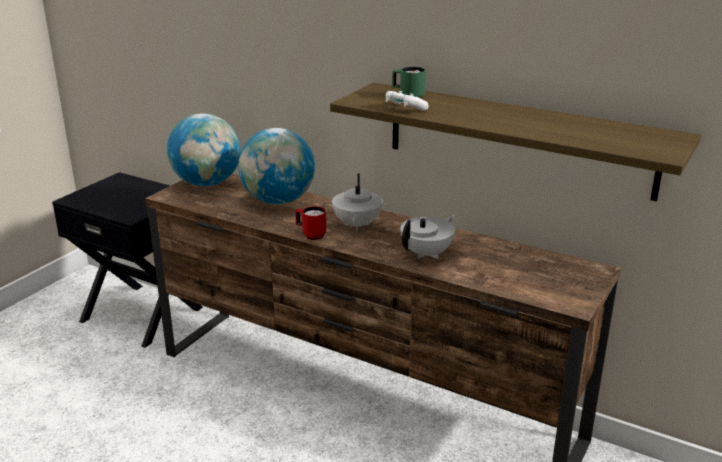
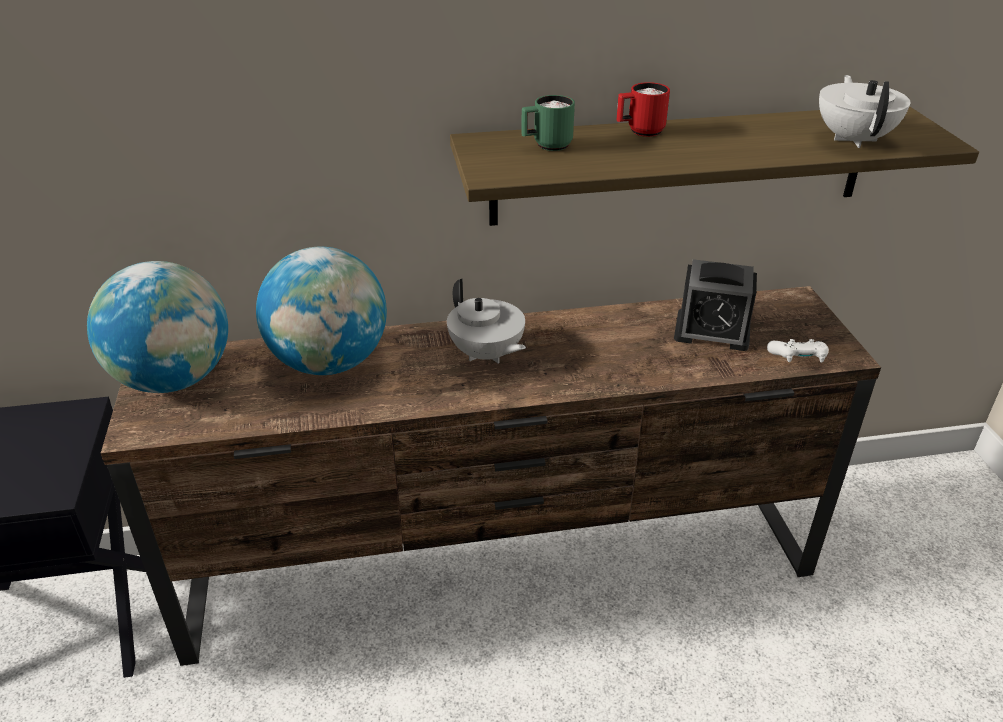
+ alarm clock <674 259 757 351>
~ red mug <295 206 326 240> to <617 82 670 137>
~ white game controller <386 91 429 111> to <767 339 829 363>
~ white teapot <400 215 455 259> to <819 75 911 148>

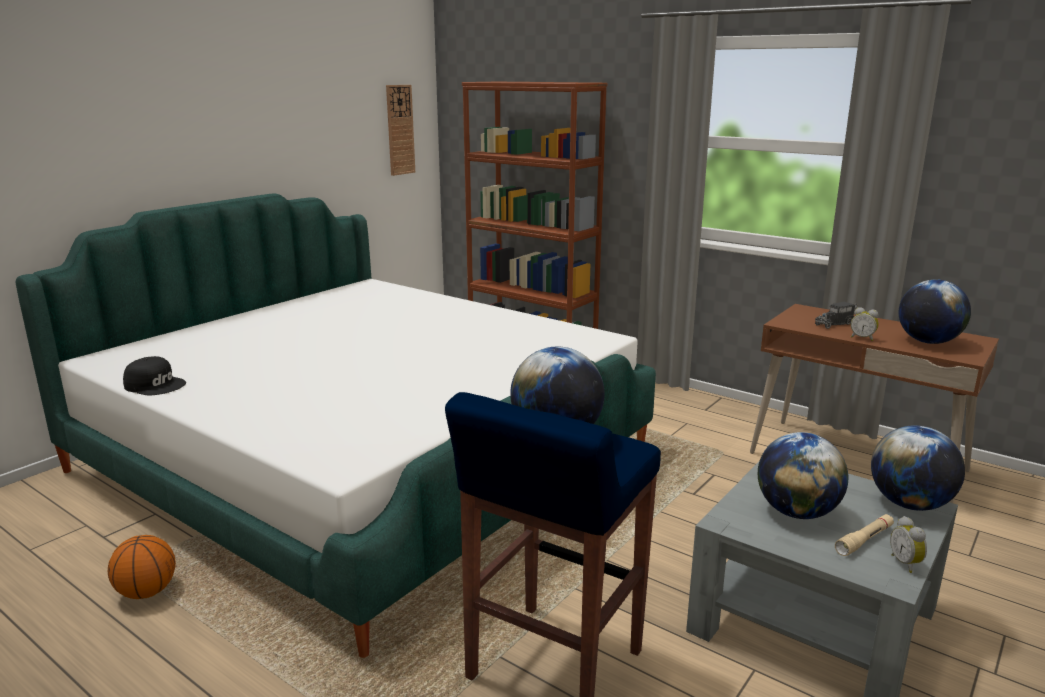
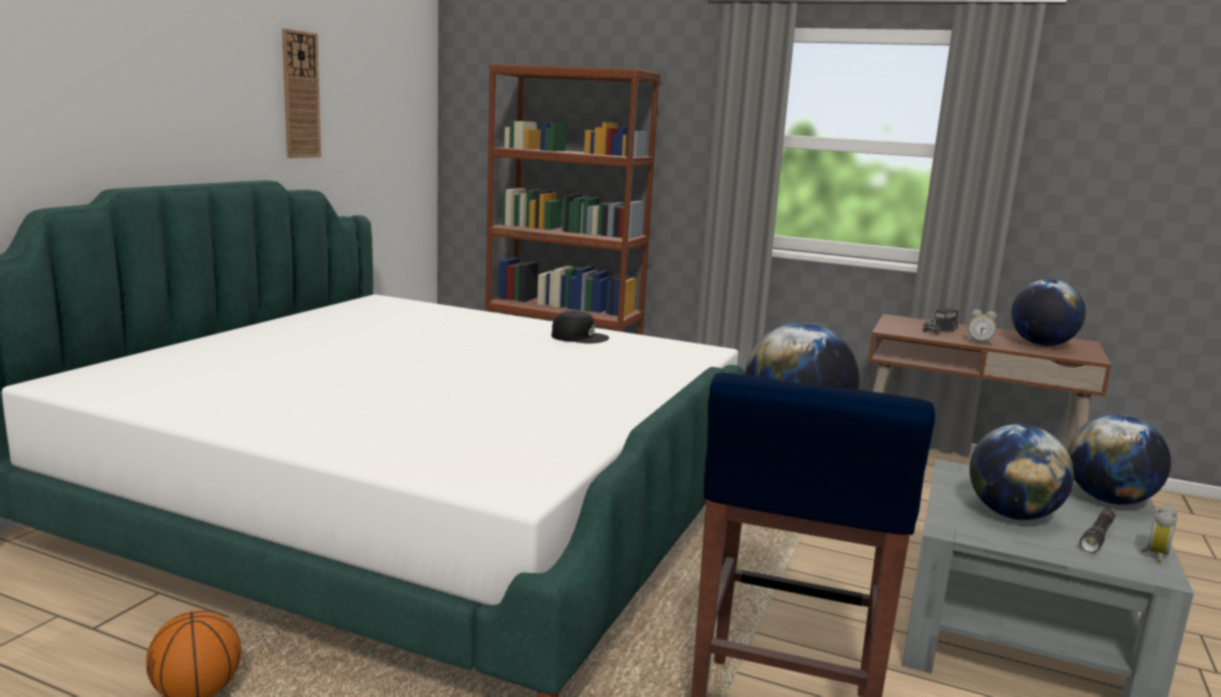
~ black cap <123 356 186 395> to <551 311 609 344>
~ wall clock <386 85 415 176> to <282 28 321 158>
~ beige flashlight <835 514 894 556> to black flashlight <1080 509 1116 553>
~ alarm clock <890 516 927 573> = <1141 505 1177 563> 120 degrees counterclockwise

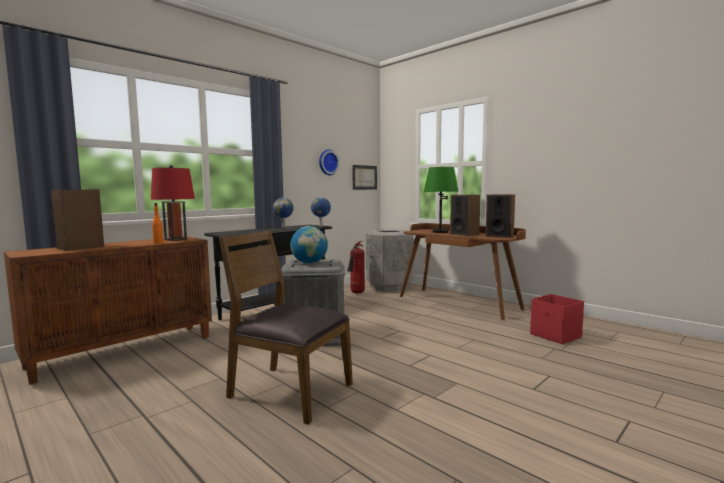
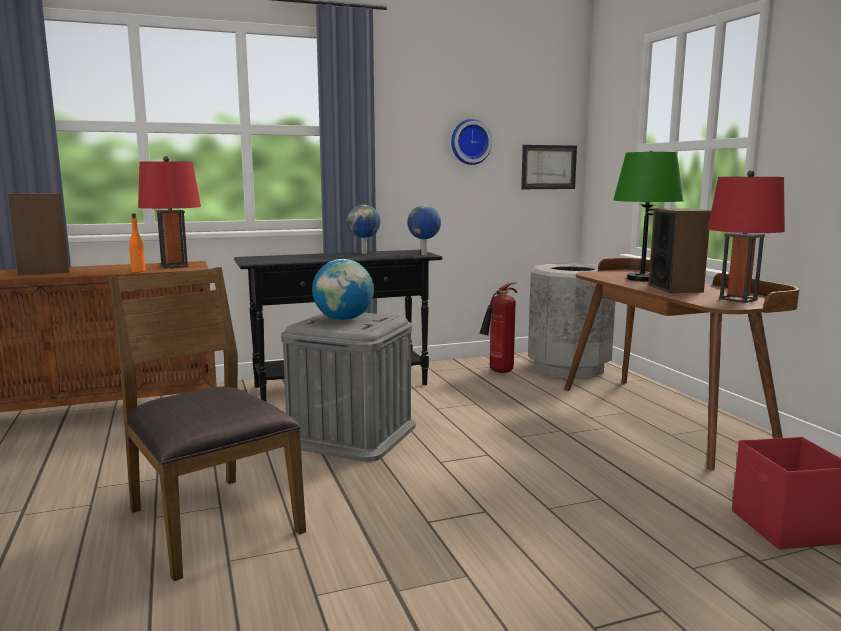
~ speaker <485 194 515 238> to red table lamp <708 170 785 303>

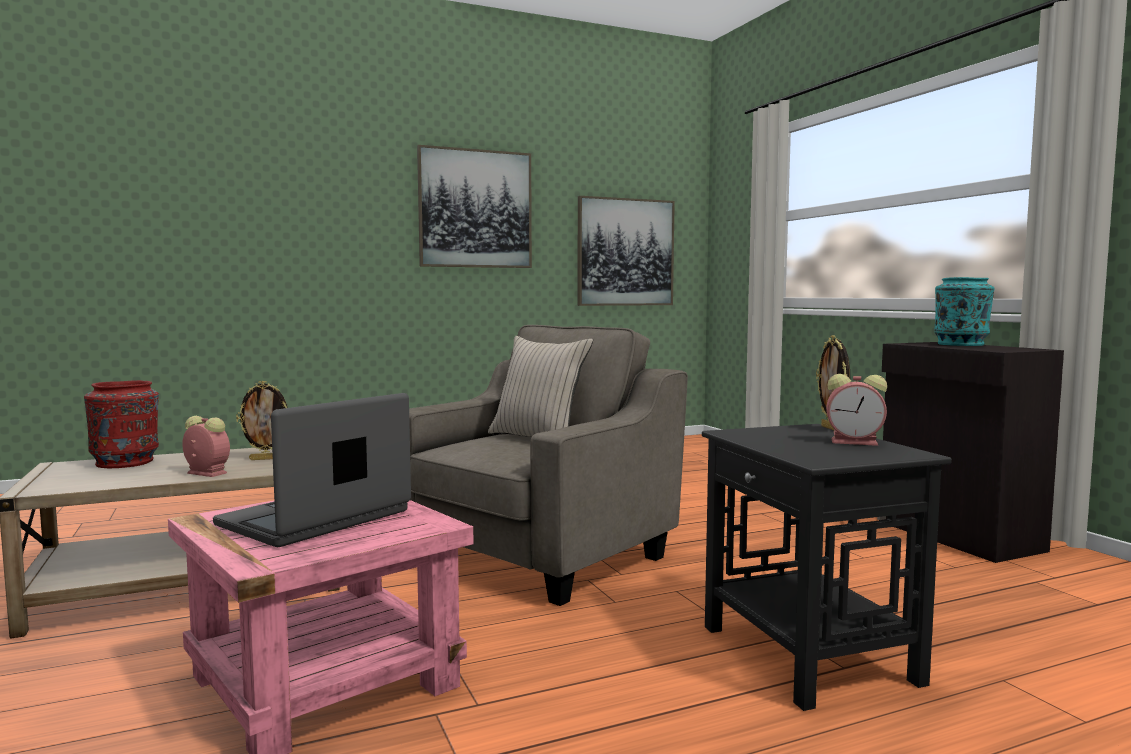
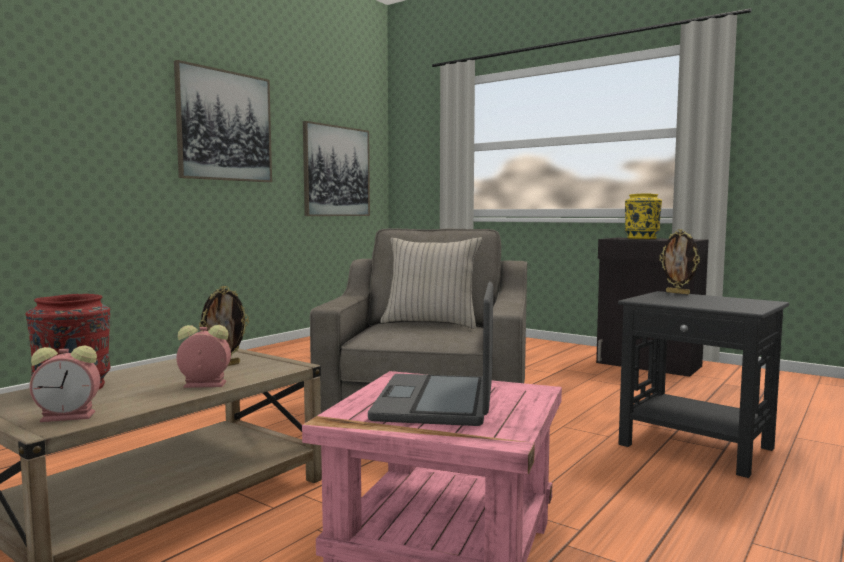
~ alarm clock <826 374 887 446> to <30 346 100 422>
~ turquoise vase <934 277 994 346> to yellow vase <625 194 662 239>

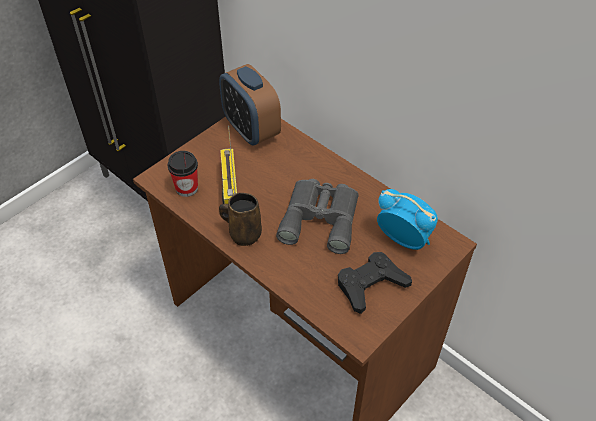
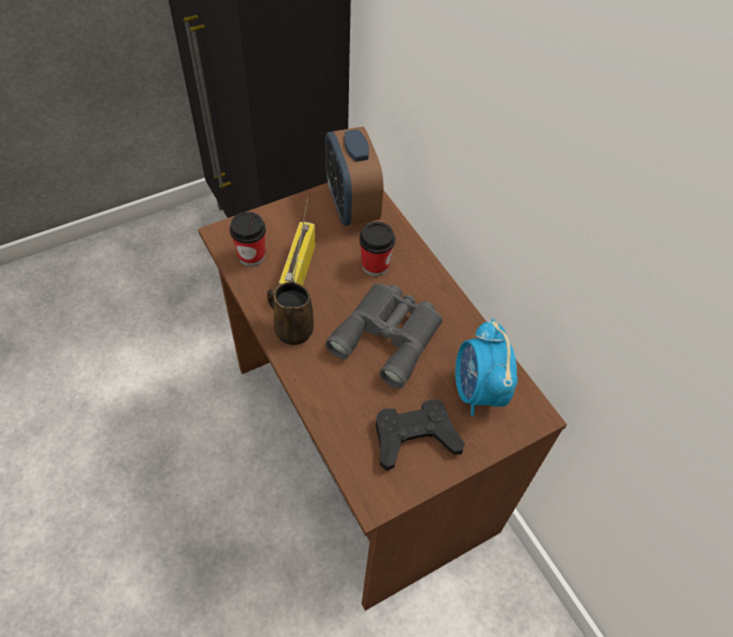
+ cup <359 222 395 276>
~ alarm clock <377 189 438 250> = <455 319 517 416> 150 degrees counterclockwise

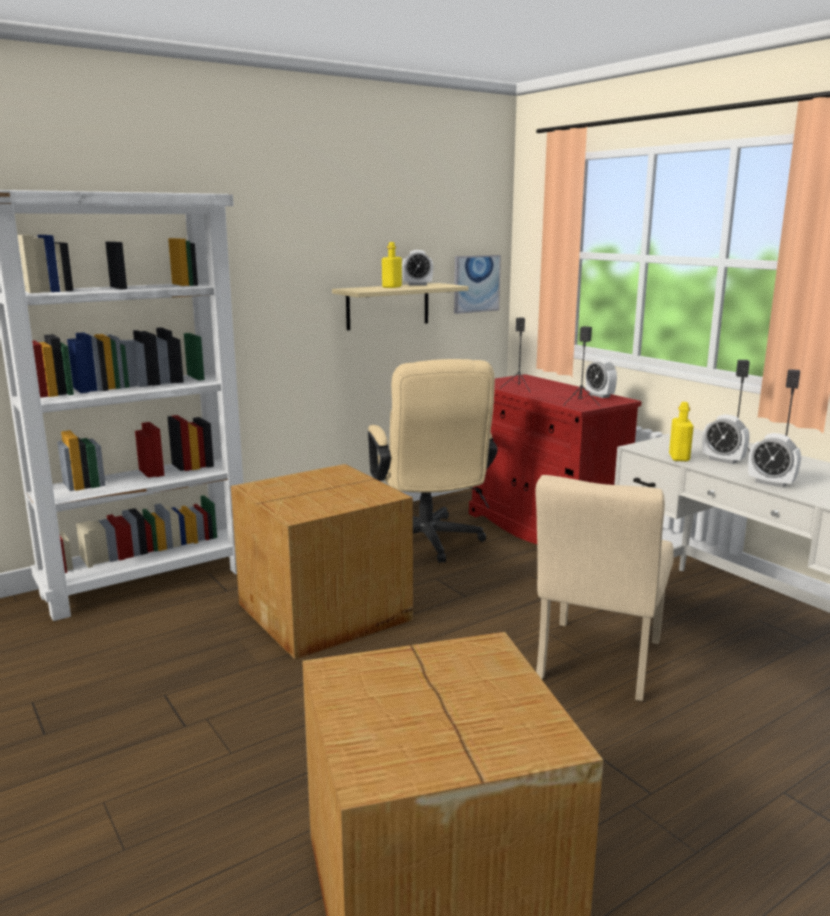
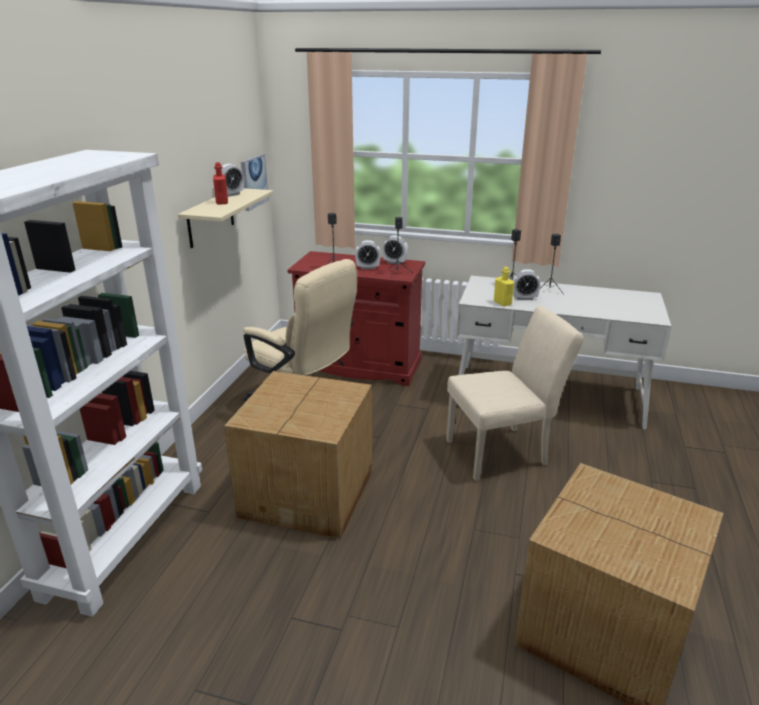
~ alarm clock <748 433 801 488> to <355 240 380 269>
~ yellow bottle <382 242 402 288> to red bottle <213 162 228 205>
~ beige chair <535 475 674 701> = <446 306 584 481> 90 degrees counterclockwise

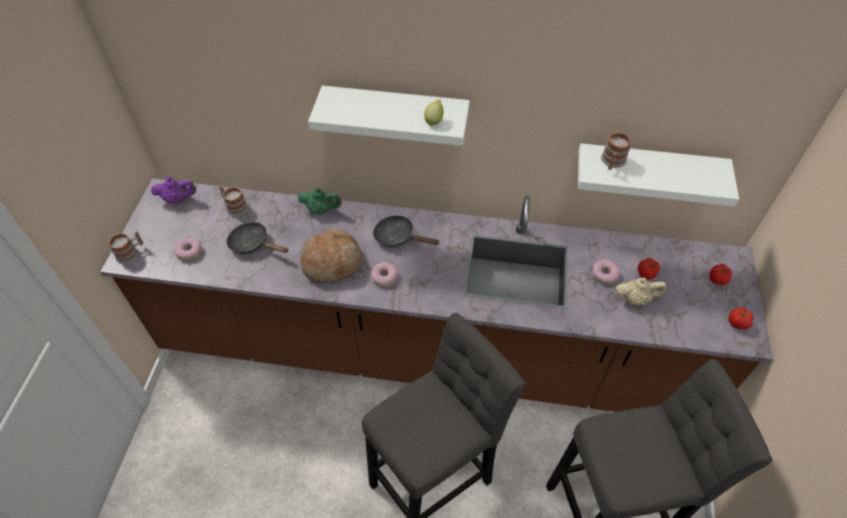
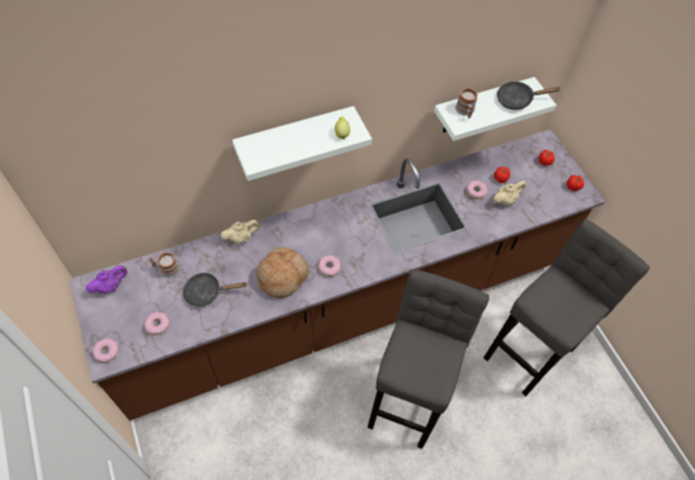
~ black frying pan <373 215 440 247> to <497 81 560 110>
~ mug <108 231 143 264> to donut <93 338 119 363>
~ green teapot <298 187 342 215> to beige teapot <221 220 260 244>

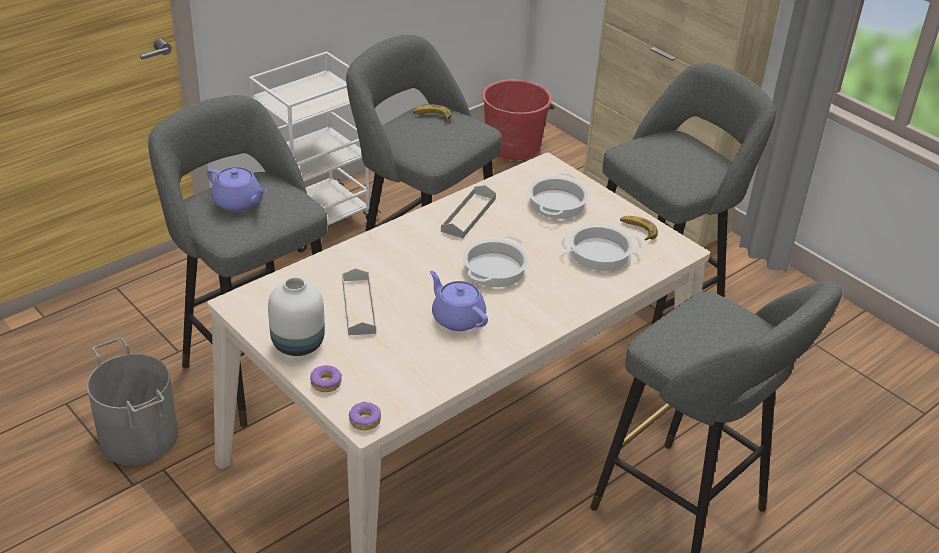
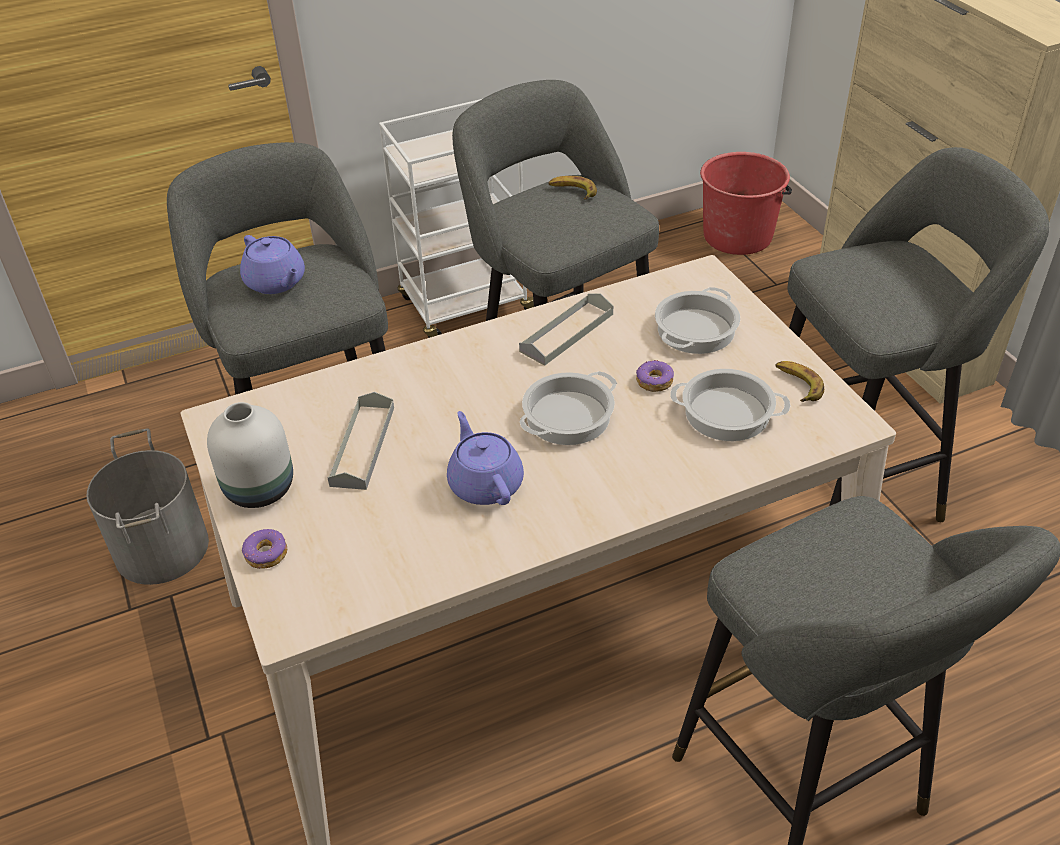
~ donut <349 401 381 430> to <636 360 674 392>

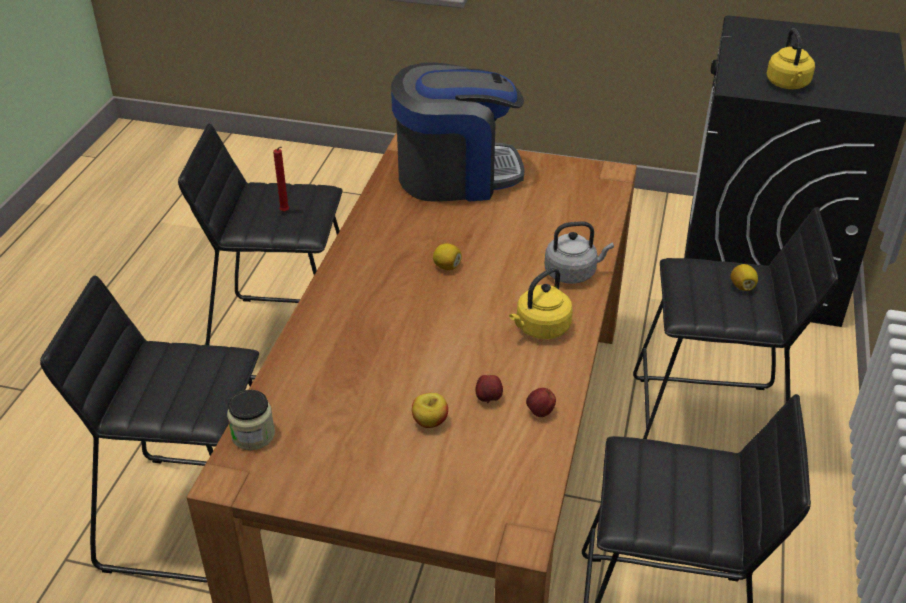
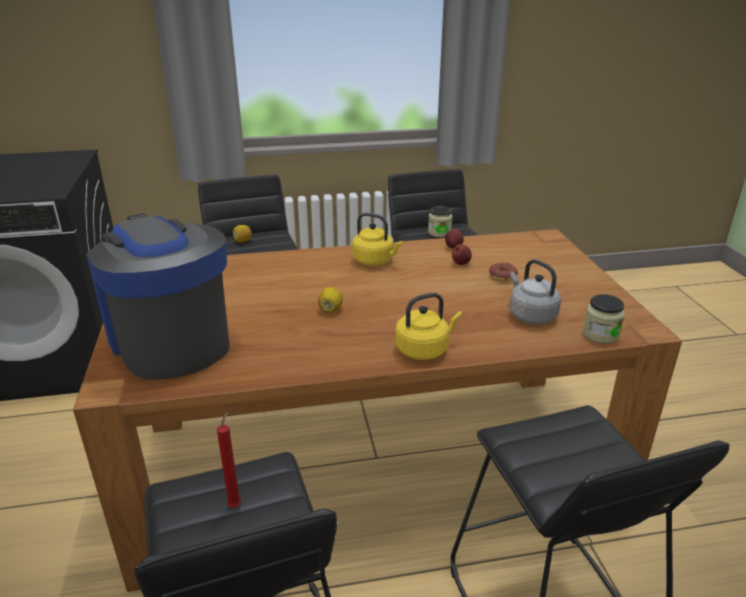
+ jar <428 206 453 237>
~ grey kettle <544 221 614 284> to <510 259 561 324>
~ yellow kettle <767 28 815 89> to <395 293 462 360>
~ apple <412 393 448 428> to donut <489 263 518 281>

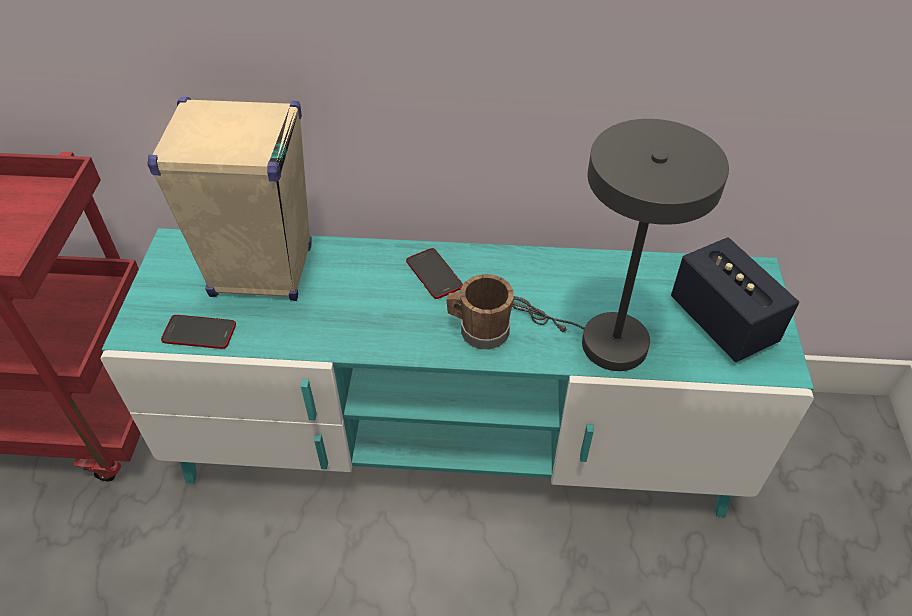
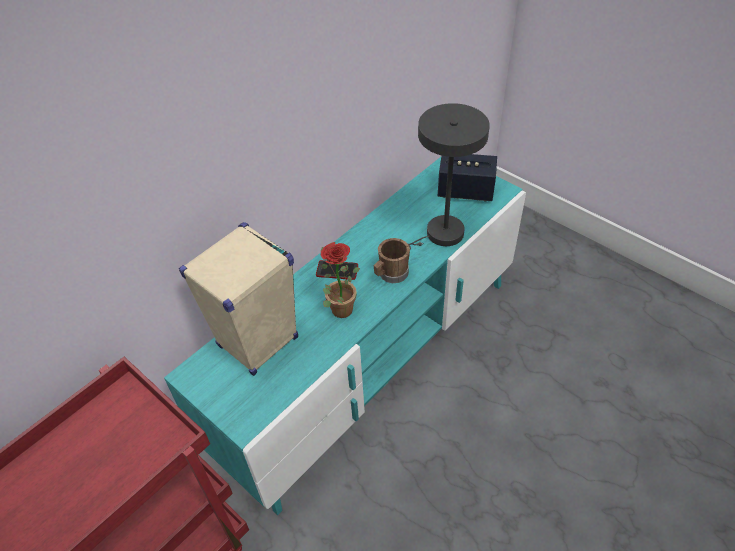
- phone <161 315 236 349>
+ potted plant <321 242 360 318>

